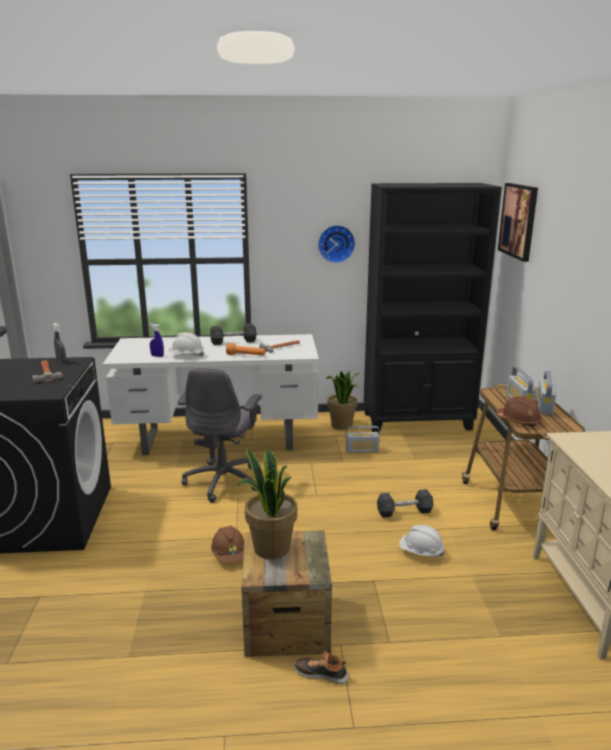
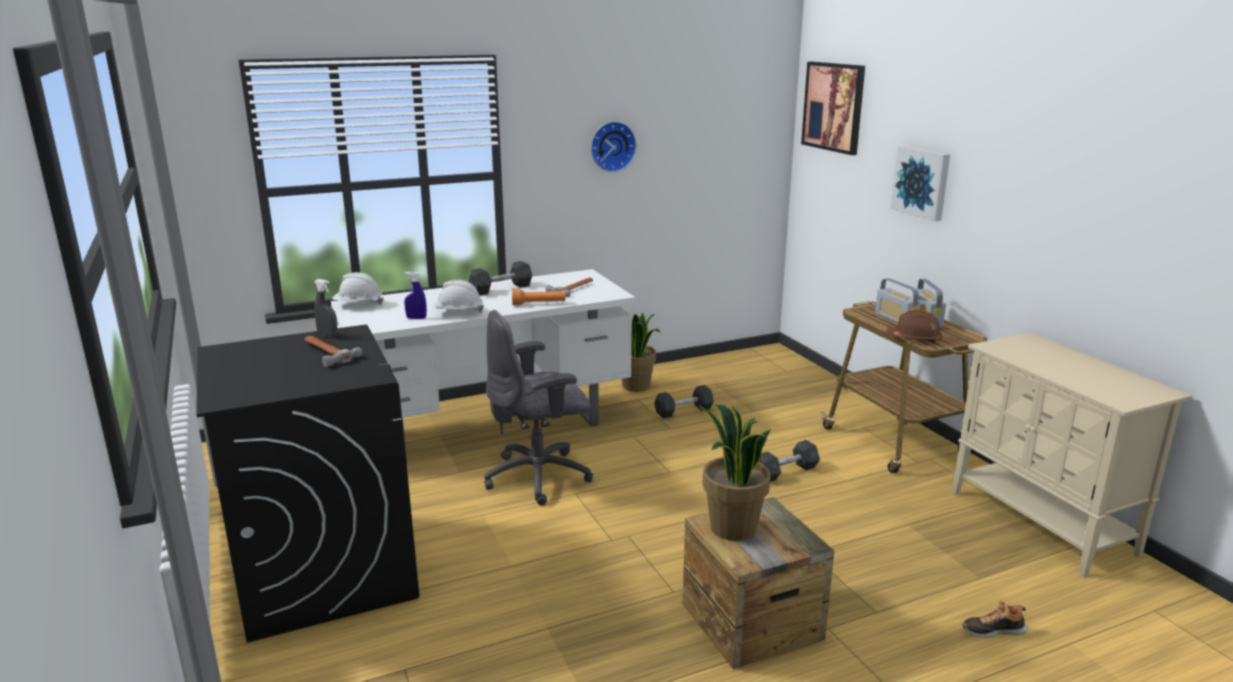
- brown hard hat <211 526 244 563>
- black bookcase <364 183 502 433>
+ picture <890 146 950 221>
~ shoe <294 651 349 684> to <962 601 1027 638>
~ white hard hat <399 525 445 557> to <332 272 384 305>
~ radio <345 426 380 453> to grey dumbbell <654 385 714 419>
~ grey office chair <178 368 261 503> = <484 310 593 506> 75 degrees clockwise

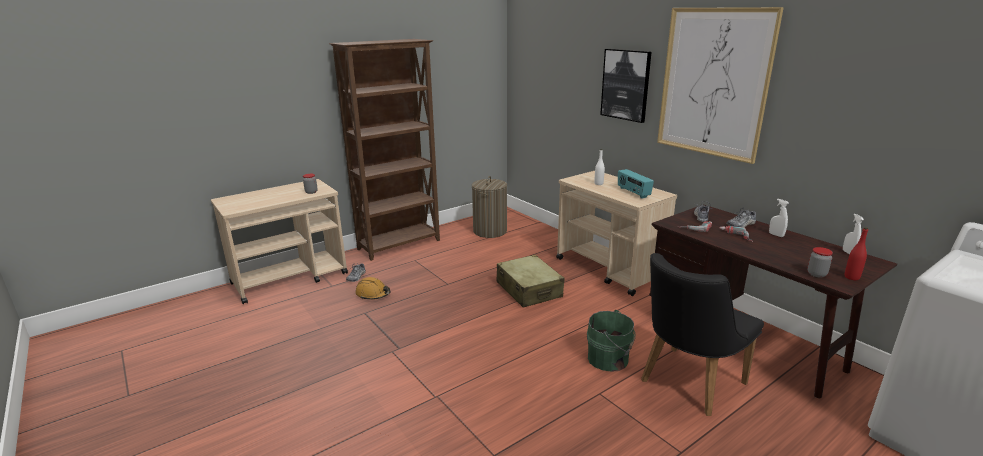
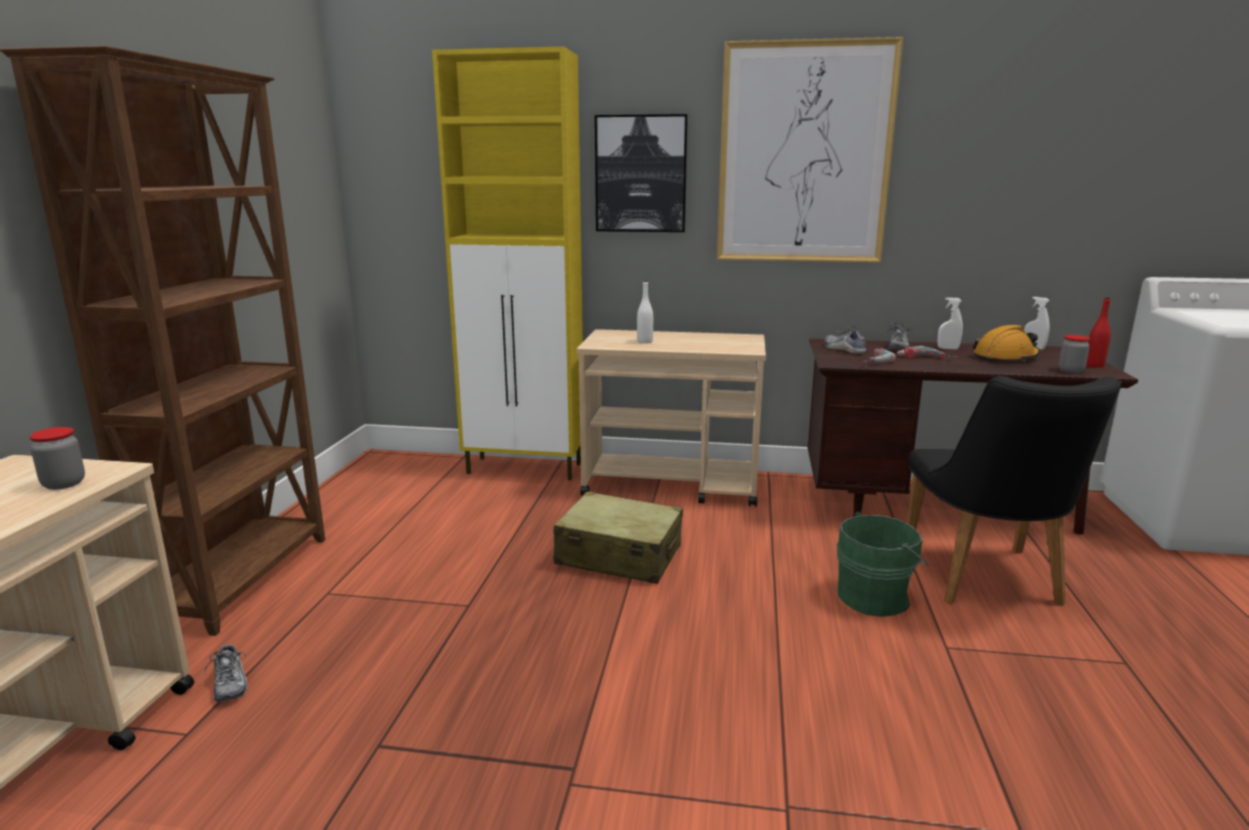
- laundry basket <472 176 507 238>
- radio <618 169 654 199>
+ yellow cabinet <432 47 583 480>
~ orange hard hat <355 277 391 300> to <972 325 1040 362>

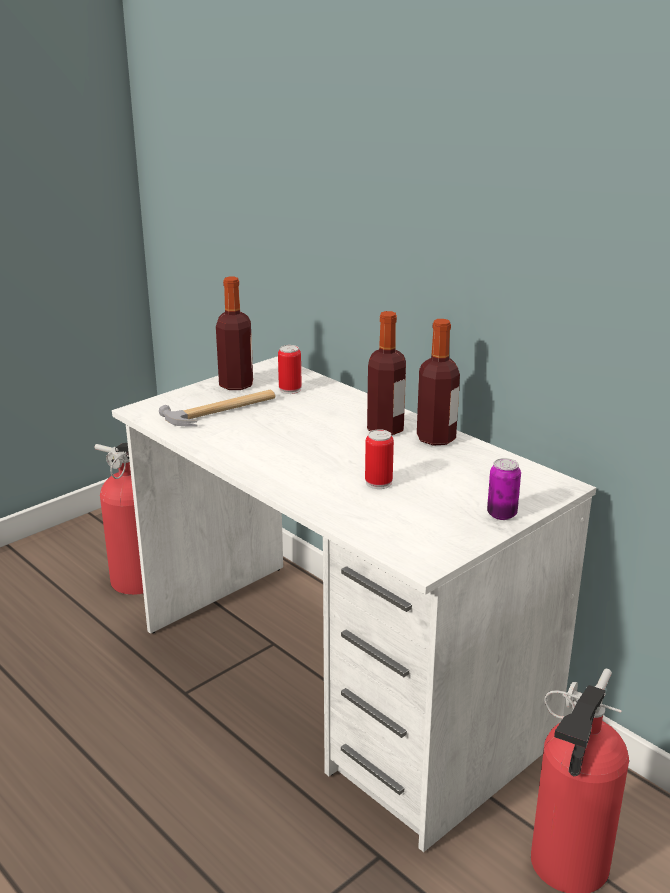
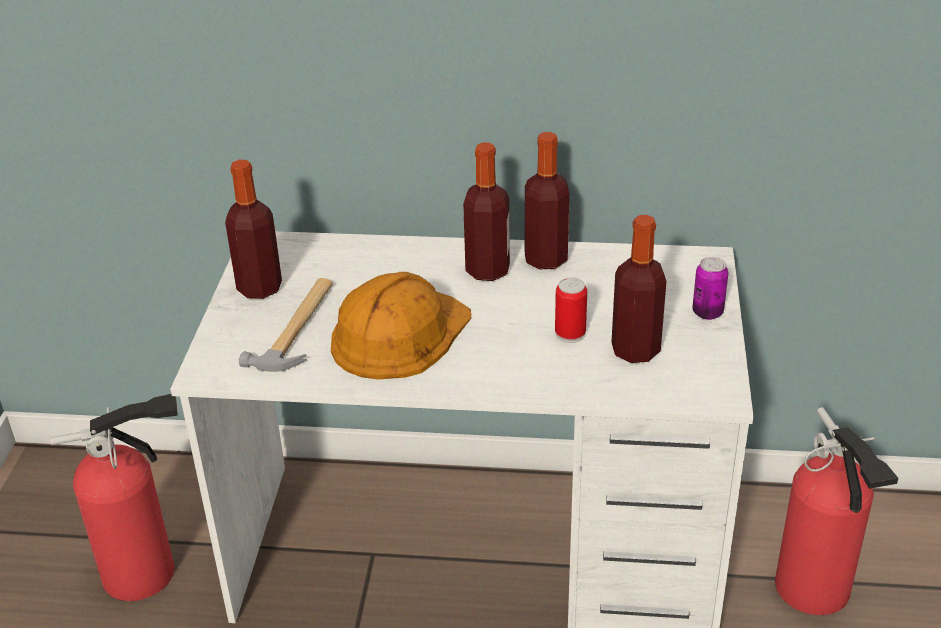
- can <278 345 302 394>
+ orange hard hat <331 272 471 380>
+ bottle <611 215 667 363>

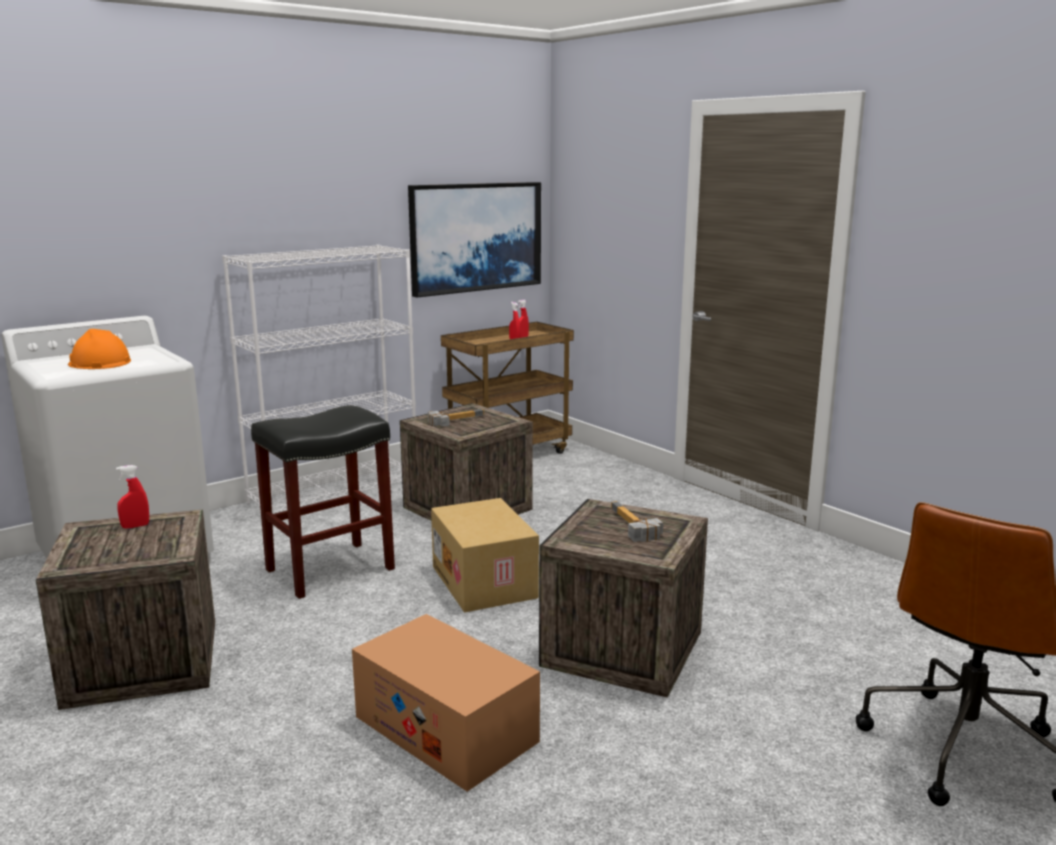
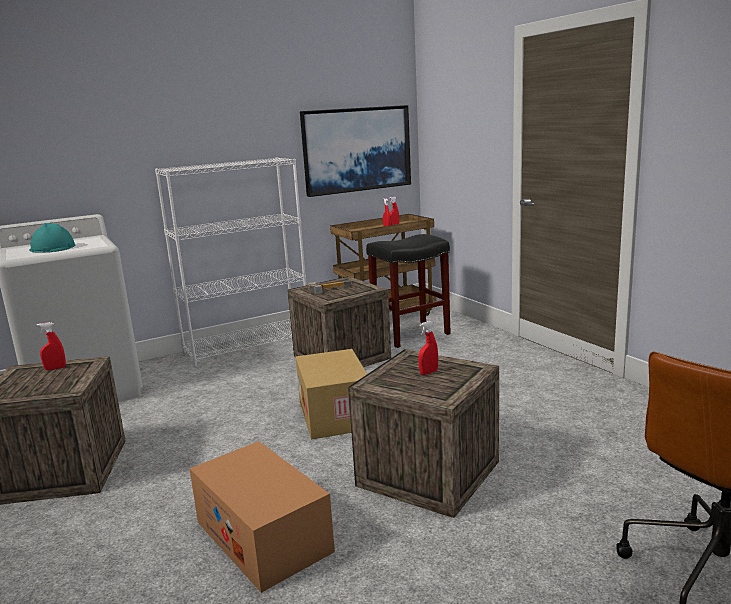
~ black stool <251 405 395 599> to <366 234 451 348>
~ hammer <611 501 663 542> to red spray bottle <418 321 438 375>
~ orange hard hat <68 329 131 369> to turquoise hard hat <29 223 75 253>

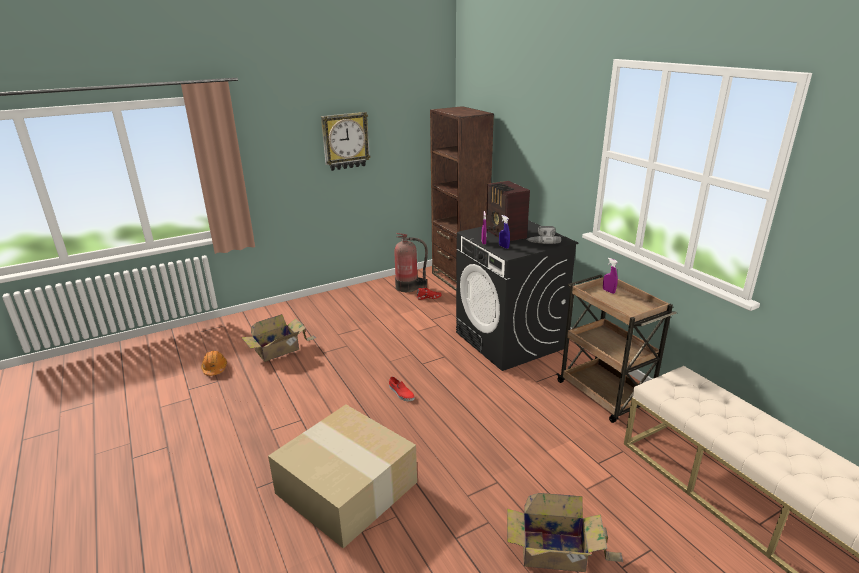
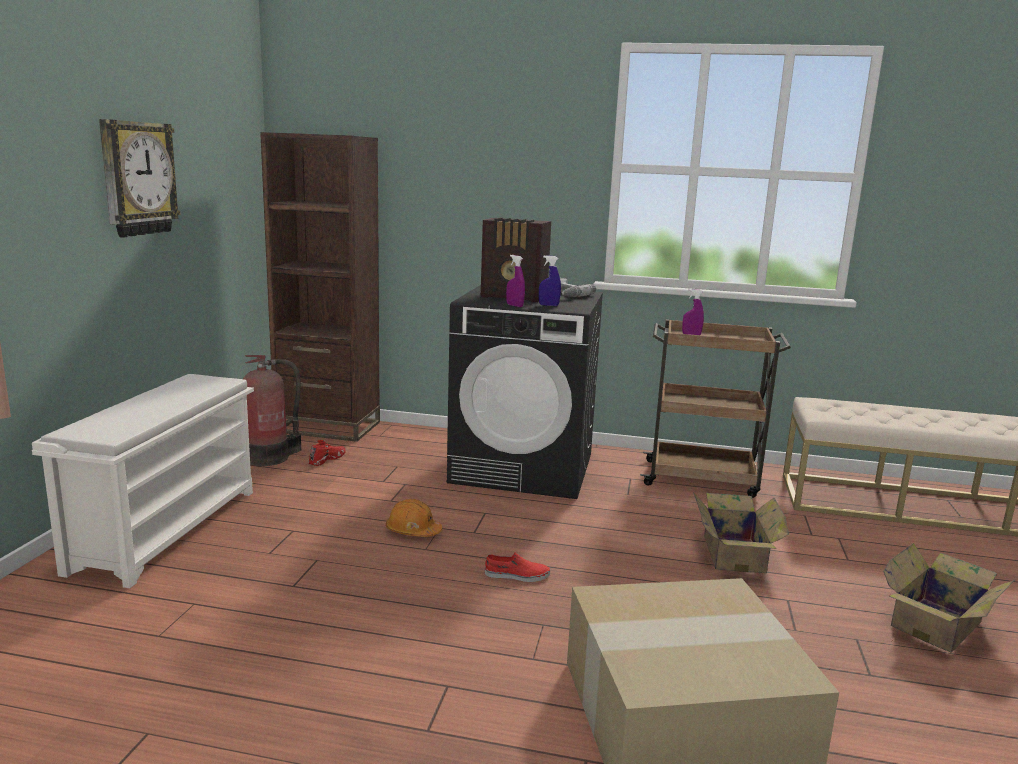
+ white shoe rack <32 374 254 588>
~ orange hard hat <201 351 227 376> to <386 499 442 537>
~ cardboard box <242 314 316 362> to <693 492 789 573>

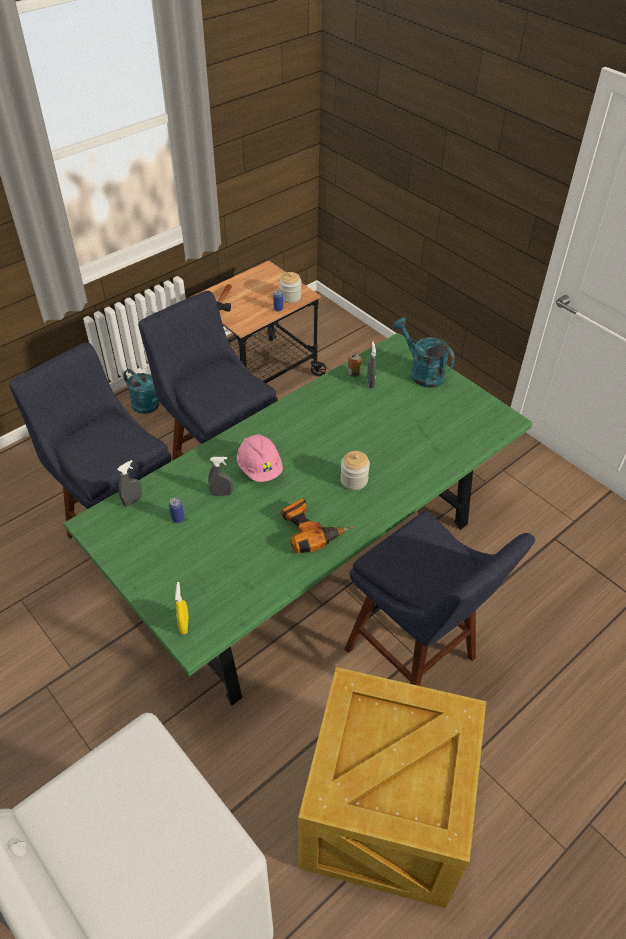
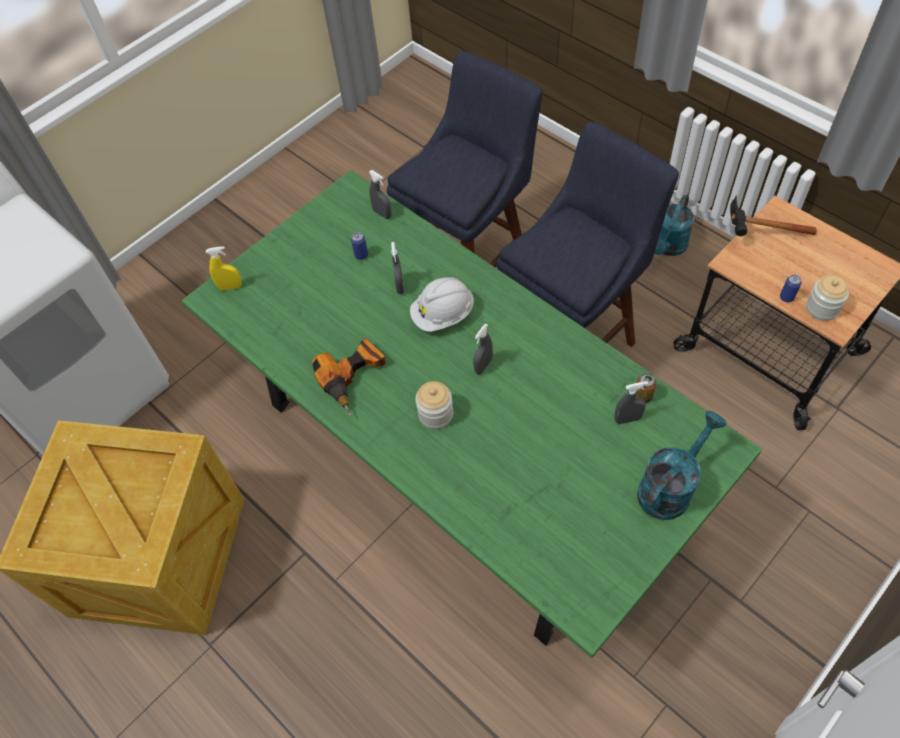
- blue stool <344 510 535 686>
+ grey spray bottle <473 324 493 375>
~ pink hard hat <237 434 283 482> to white hard hat <410 277 474 332>

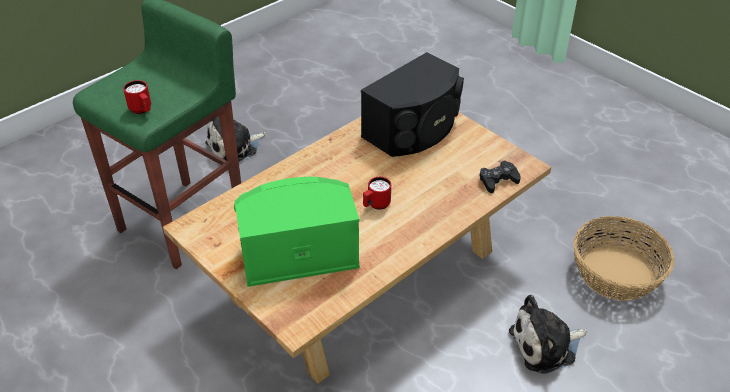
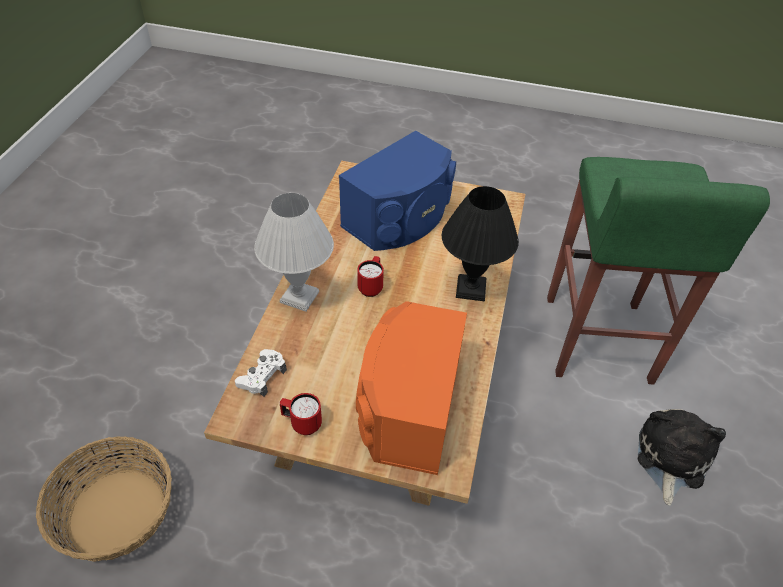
- plush toy <509 295 587 374>
+ white table lamp <254 193 334 312>
+ black table lamp <442 186 519 301>
~ red mug <123 80 151 114> to <280 393 322 435>
~ green speaker <234 177 360 287> to blue speaker <339 131 456 251>
~ black speaker <361 52 464 157> to orange speaker <356 301 467 475>
~ black game controller <479 161 521 193> to white game controller <235 349 287 397>

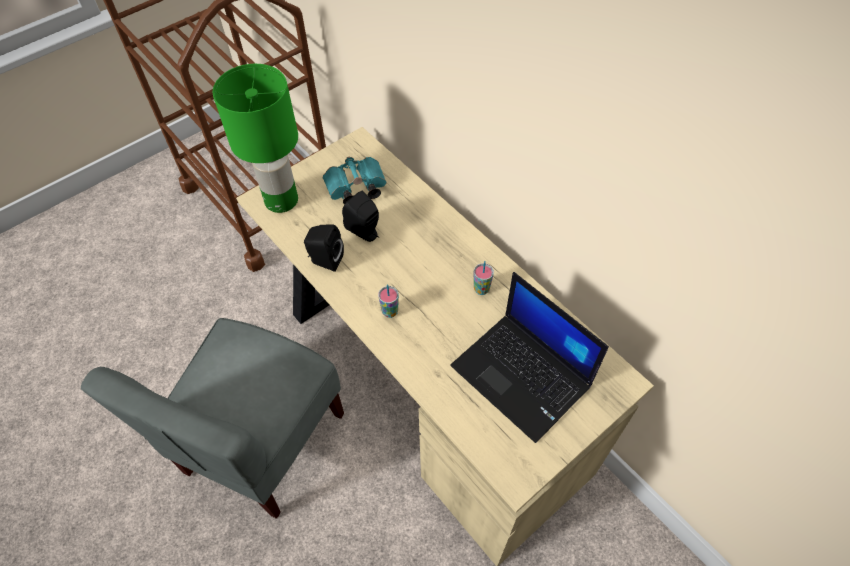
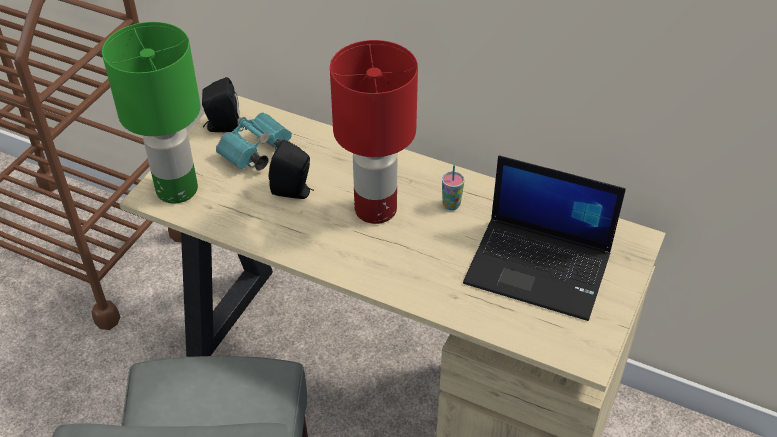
- cup <378 285 399 318>
+ red table lamp <330 40 418 224>
~ black speaker <304 225 344 272> to <202 77 239 132>

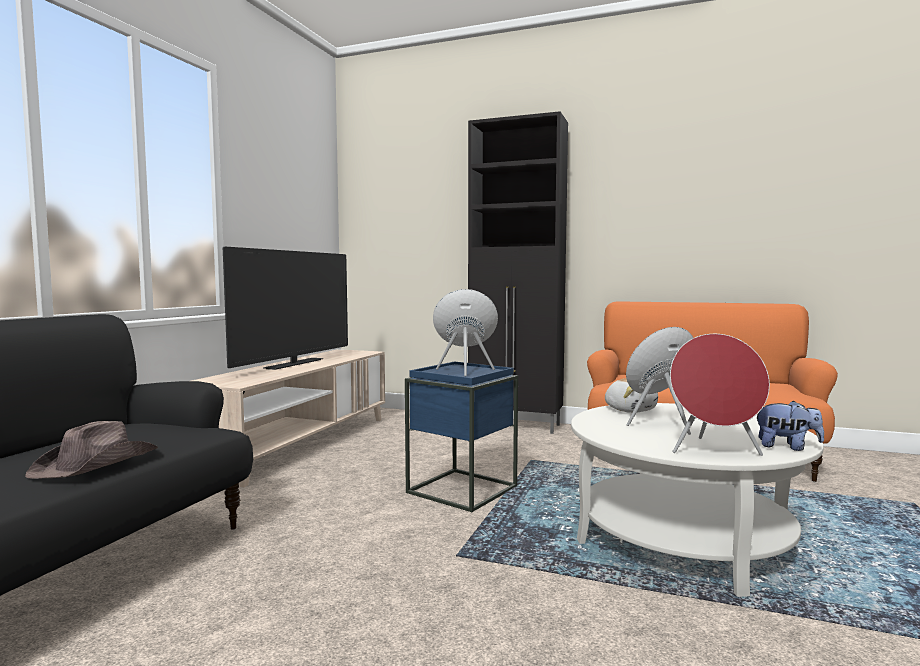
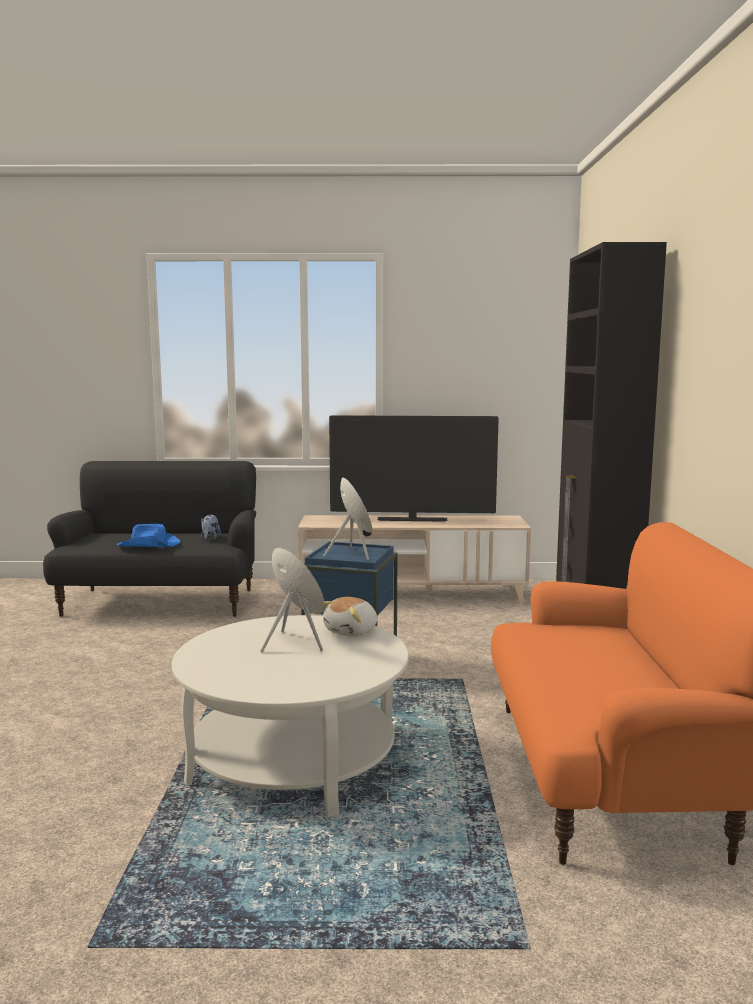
- red speaker <670 334 770 456>
~ plush toy <757 401 824 451> to <201 514 221 540>
~ brown hat <25 421 158 479> to blue hat <117 524 180 547>

